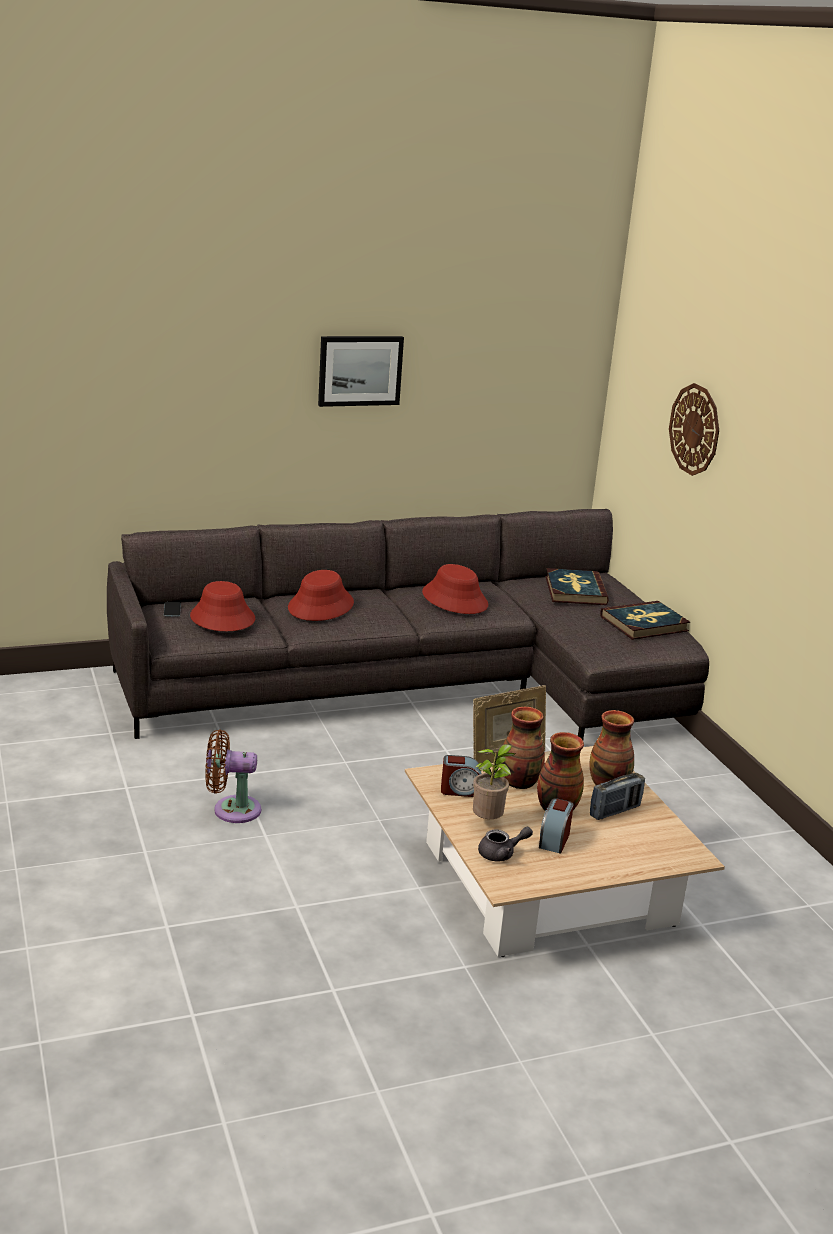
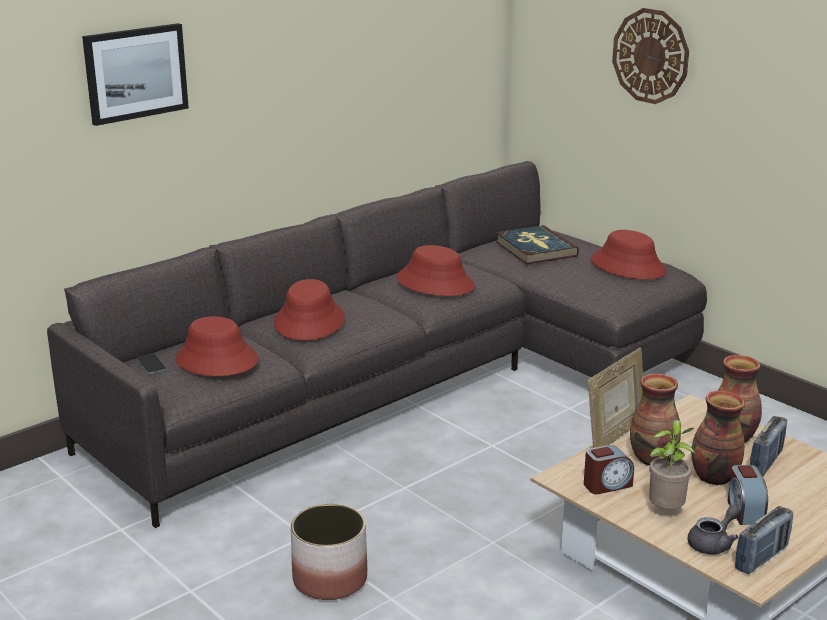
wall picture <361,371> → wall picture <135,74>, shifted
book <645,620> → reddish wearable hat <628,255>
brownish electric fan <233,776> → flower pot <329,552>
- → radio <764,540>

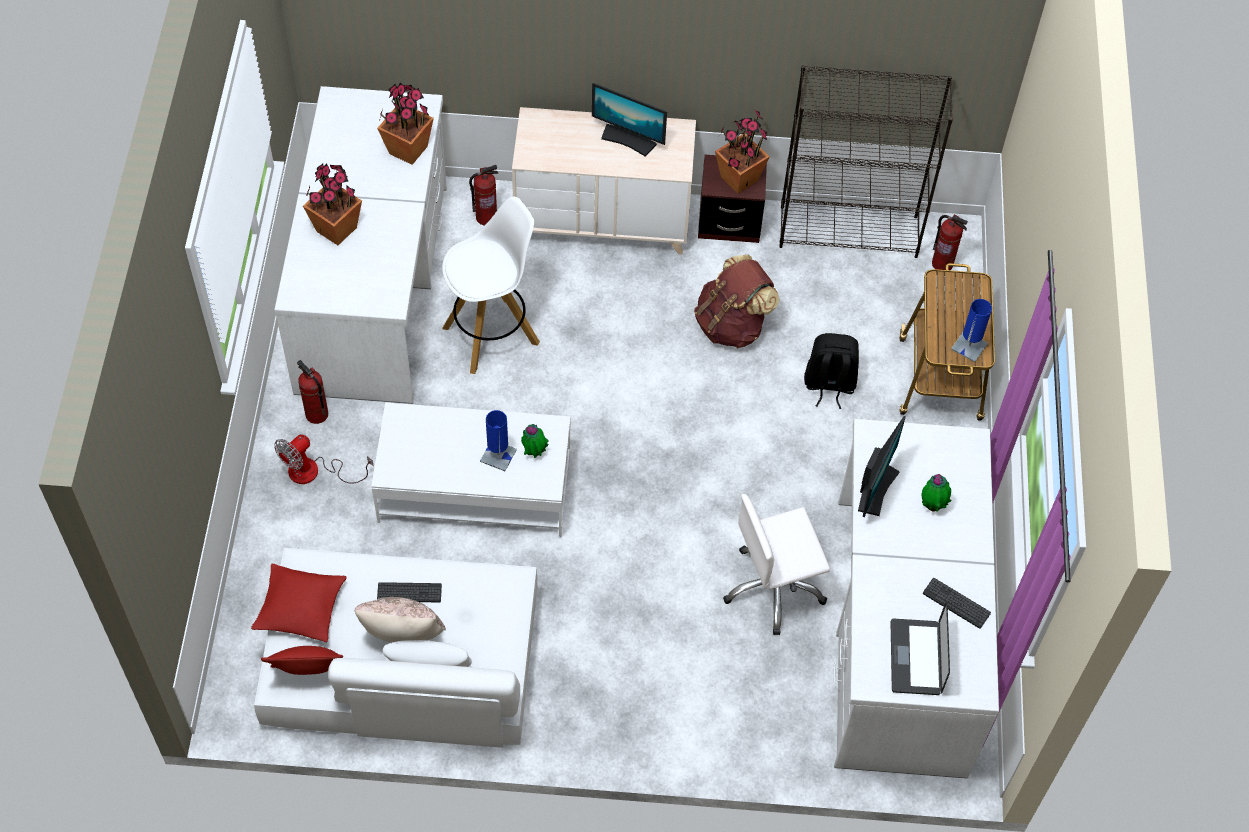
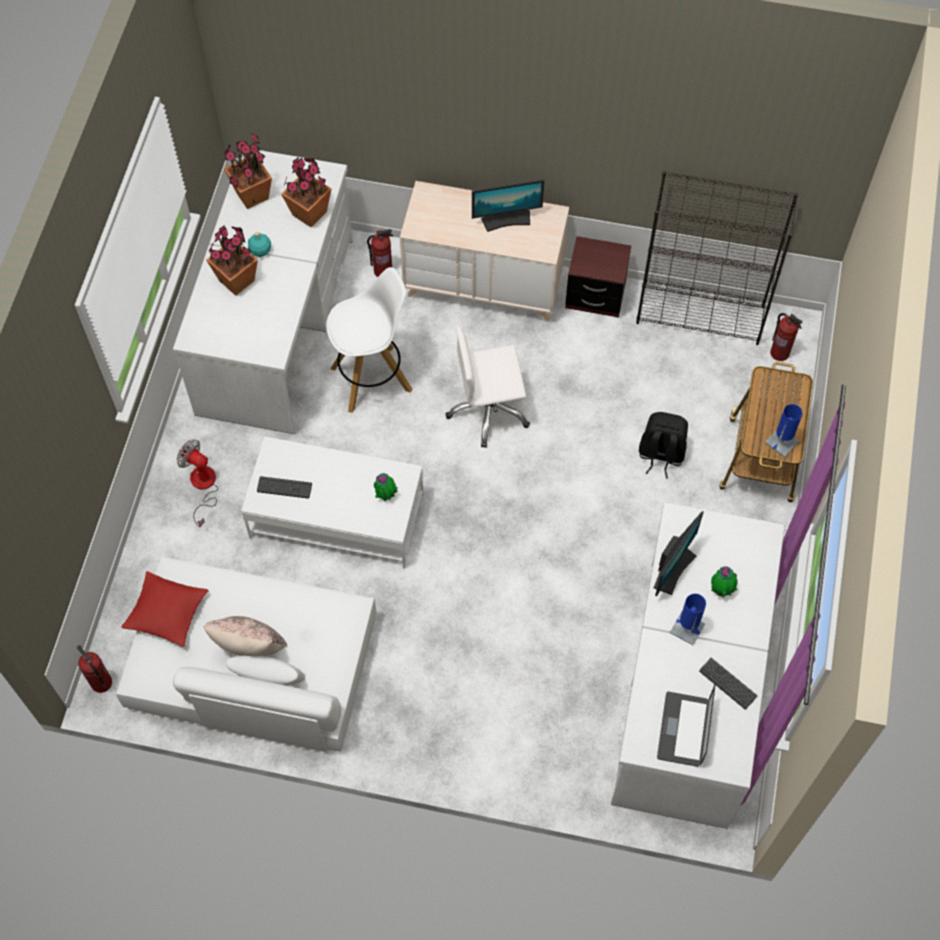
computer screen <629,120> → computer screen <508,206>, 45 degrees counterclockwise
plant in a pot <742,151> → plant in a pot <248,171>, shifted
brownish backpack <737,301> → -
fire extinguisher <312,392> → fire extinguisher <94,669>, shifted
blue-coloured table lamp <498,440> → blue-coloured table lamp <688,619>, shifted
electric fan <324,459> → electric fan <197,483>, 75 degrees clockwise
white-coloured office chair <776,564> → white-coloured office chair <488,387>, shifted
computer keyboard <409,592> → computer keyboard <284,487>, shifted
reddish cushion <302,660> → -
- → turquoise-coloured bottle <259,244>

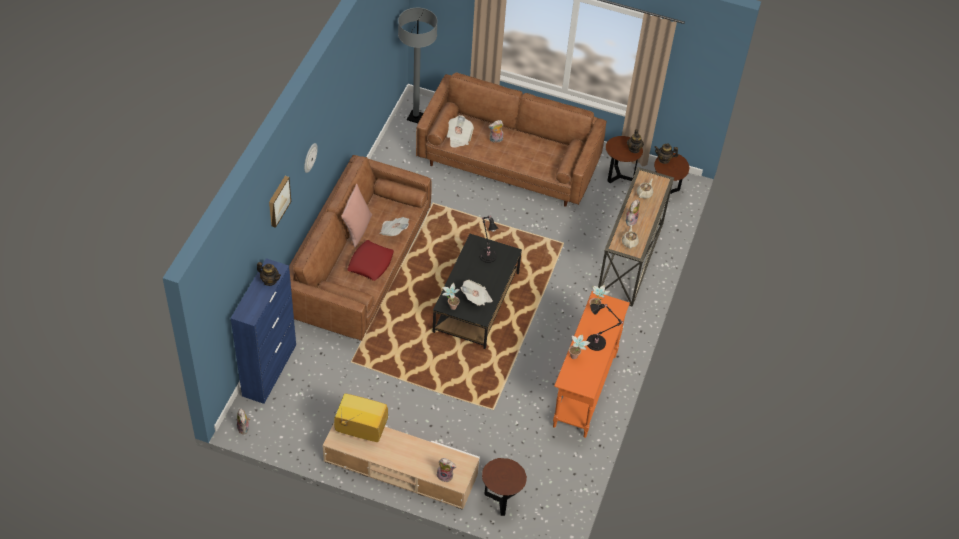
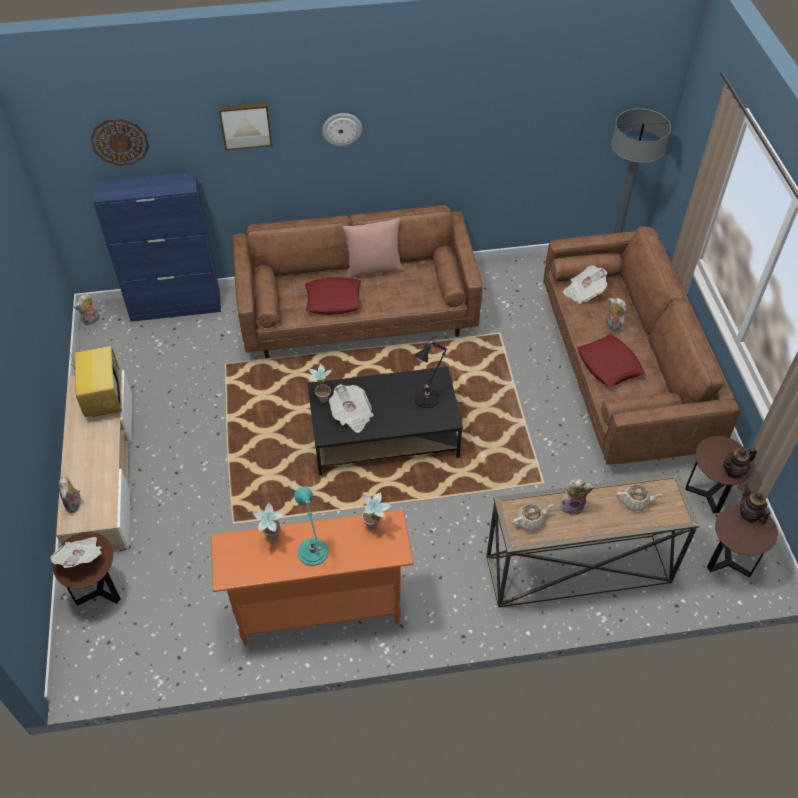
printed paper <394,226> → printed paper <76,552>, shifted
pot for tea <269,274> → -
black table lamp <605,327> → turquoise-coloured table lamp <311,526>
- → hanging clock <119,142>
- → reddish cushion <611,361>

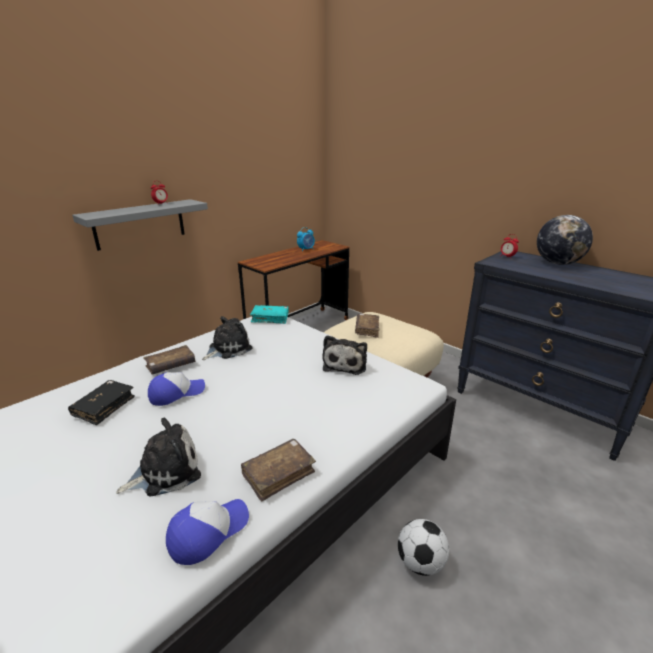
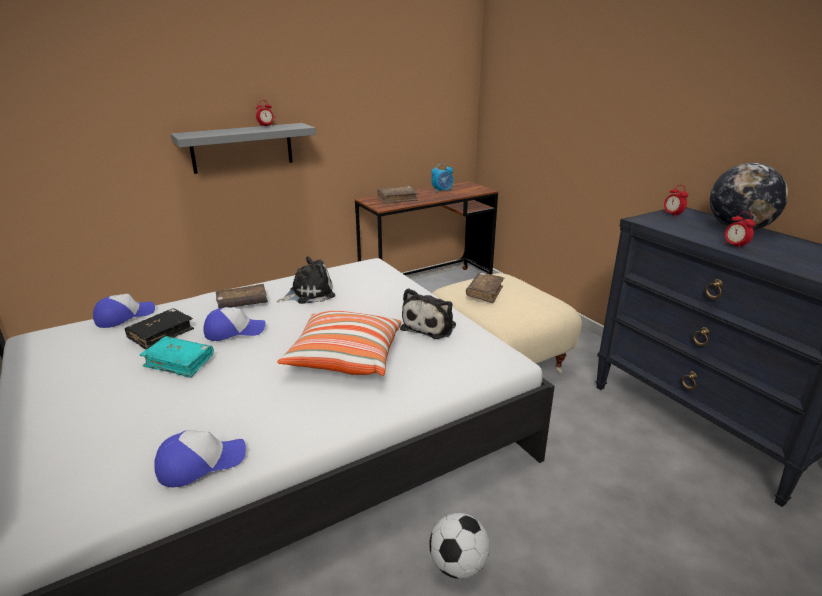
turquoise-coloured book <269,314> → turquoise-coloured book <177,357>, shifted
soft toy <158,457> → -
brownish book <278,470> → brownish book <398,195>, shifted
- → alarm clock <740,230>
- → baseball cap <124,311>
- → cushion <339,343>

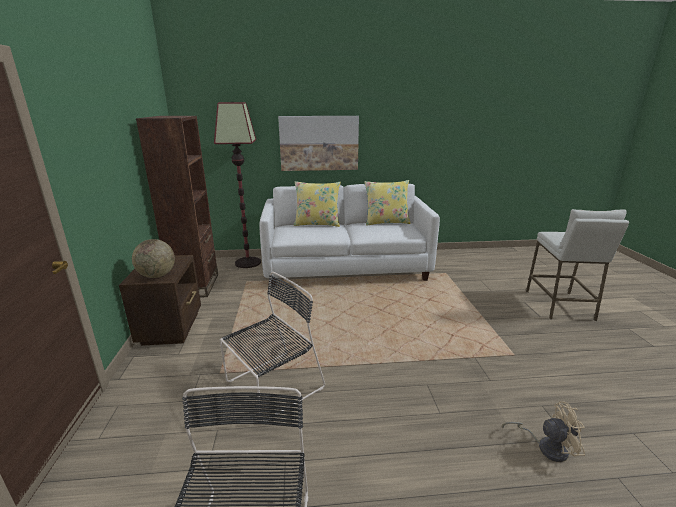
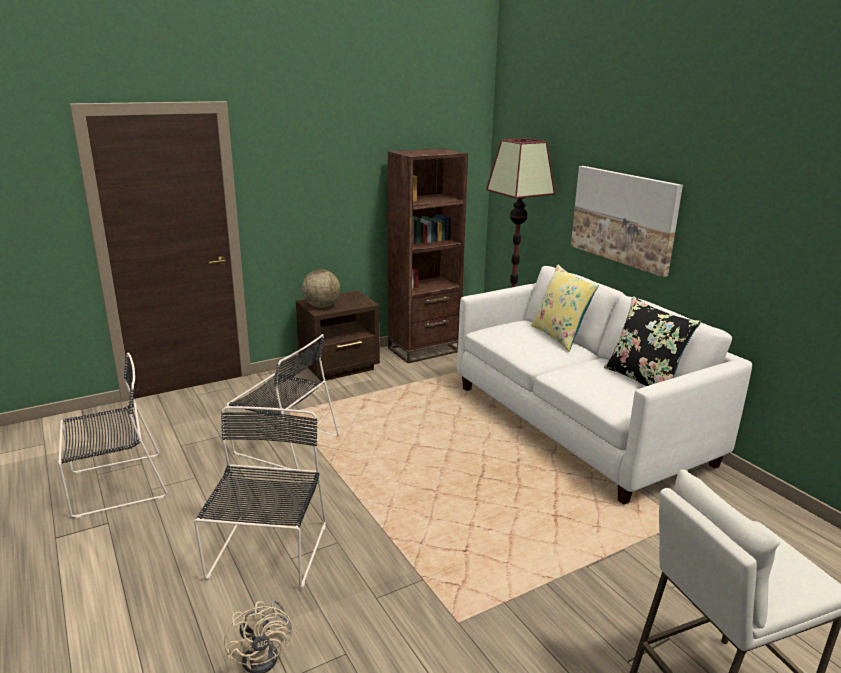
yellow-coloured cushion <387,203> → black cushion <652,341>
- → black upright chair <260,497>

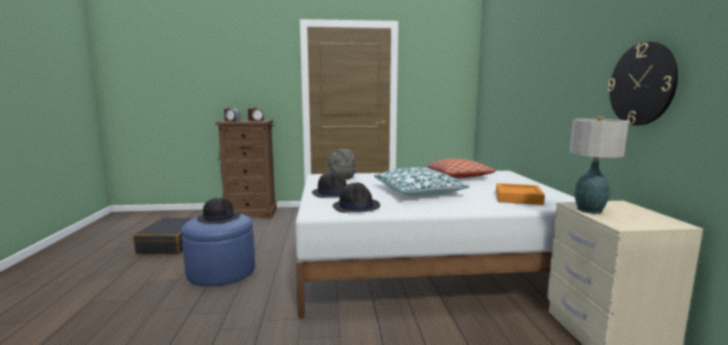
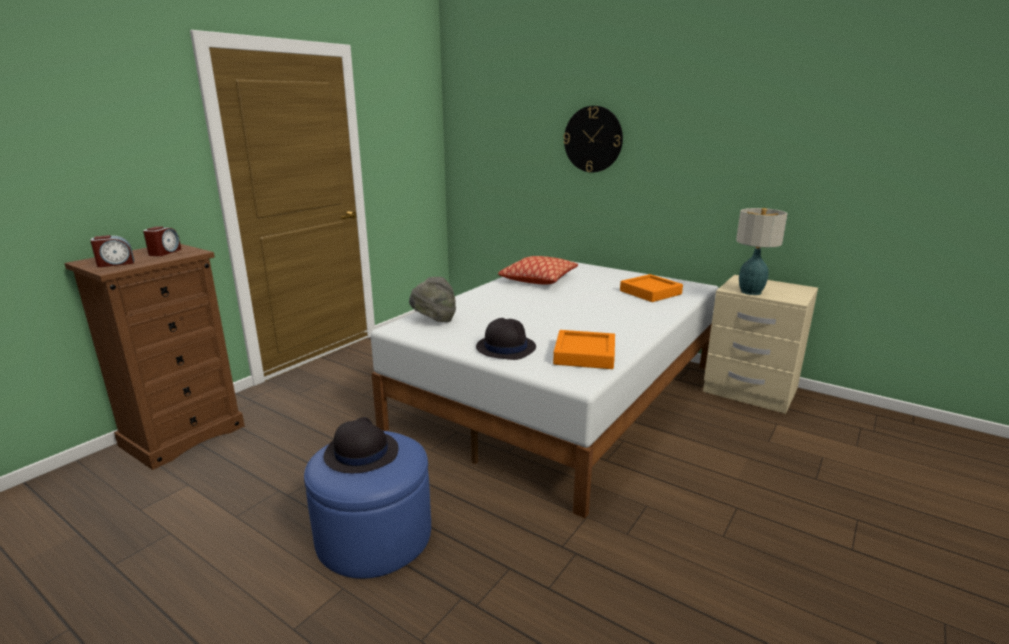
hanging clock <643,84> → hanging clock <593,139>, shifted
cushion <421,182> → -
black wearable hat <356,198> → orange-coloured tray <584,349>
black suitcase <163,236> → -

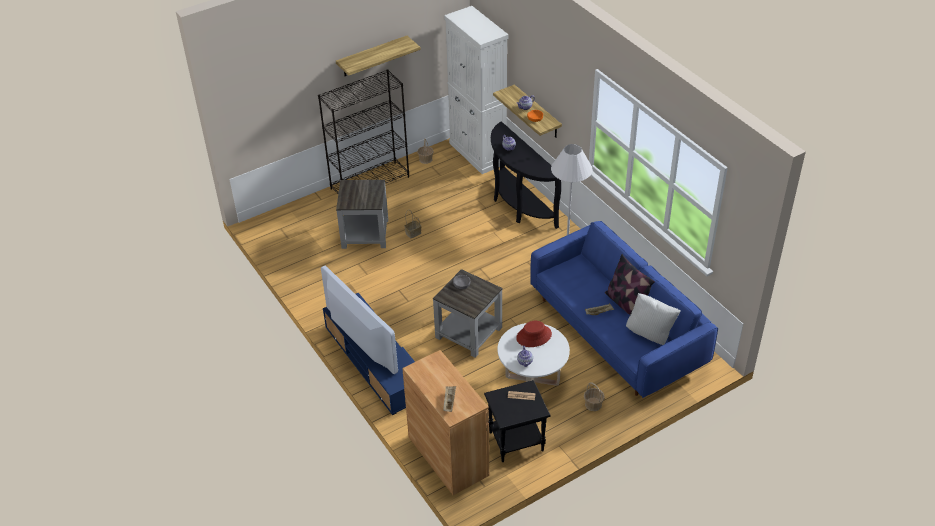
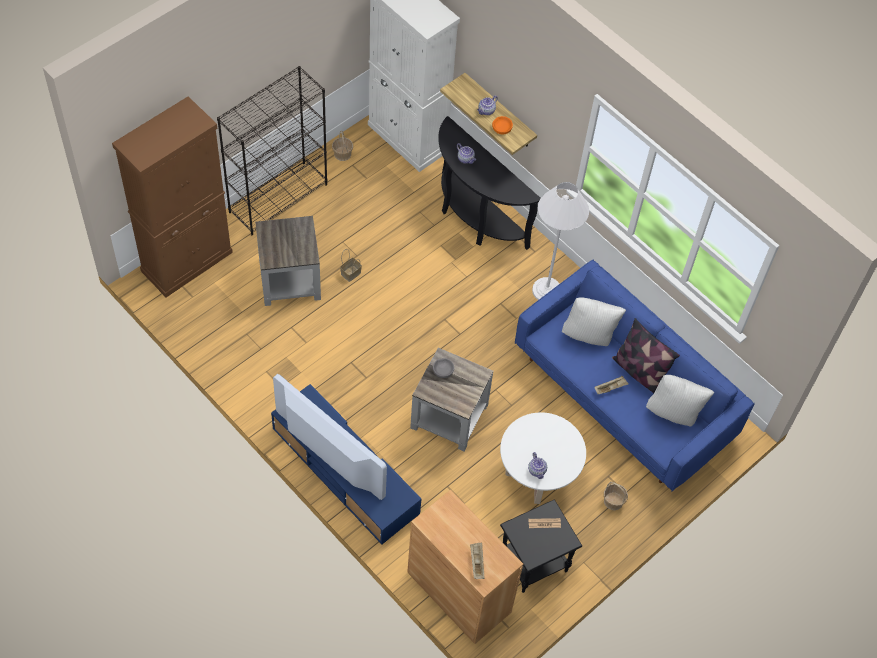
bracket shelf <378,56> → -
reddish wearable hat <534,334> → -
- → brownish storage cabinet <172,196>
- → white-coloured cushion <594,321>

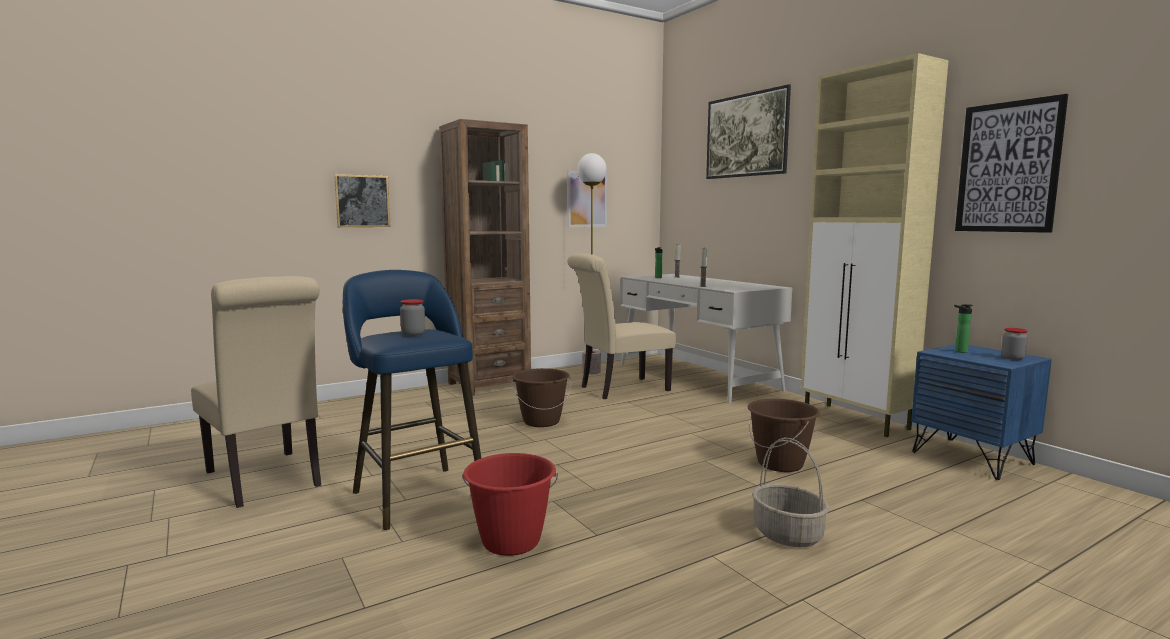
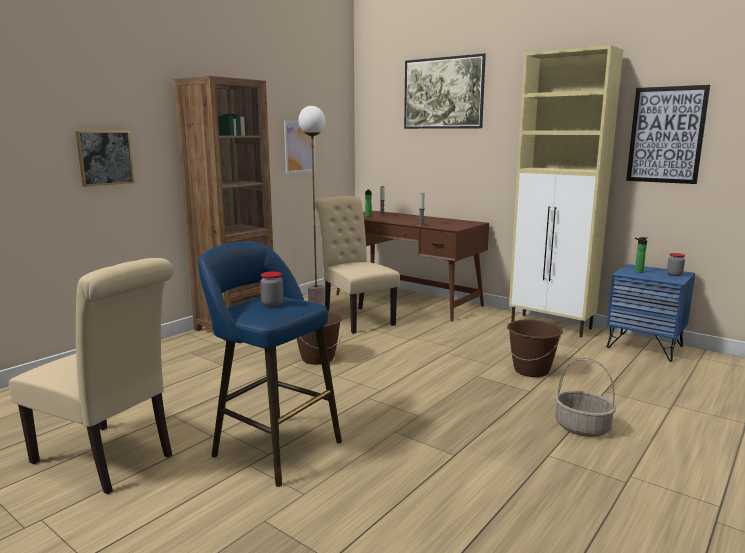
beige upright chair <621,326> → beige upright chair <357,265>, 105 degrees clockwise
white-coloured desk table <706,338> → brownish desk table <412,266>
reddish water bucket <510,504> → -

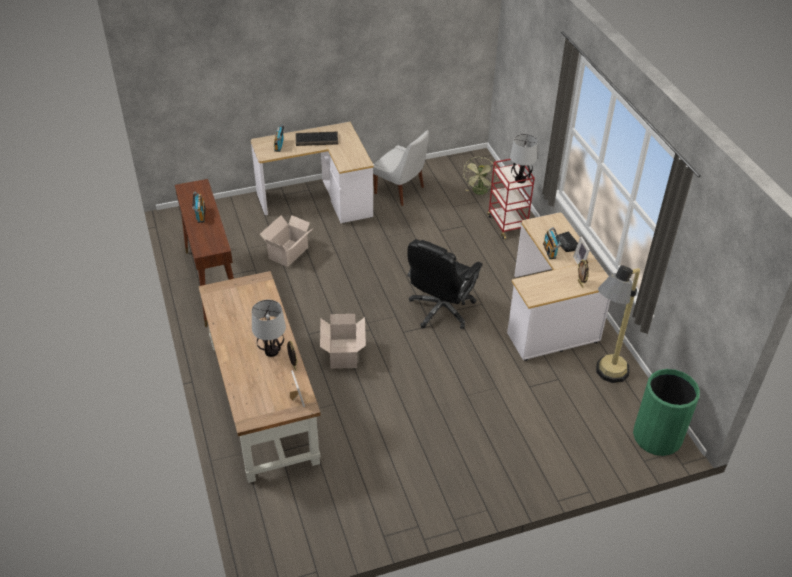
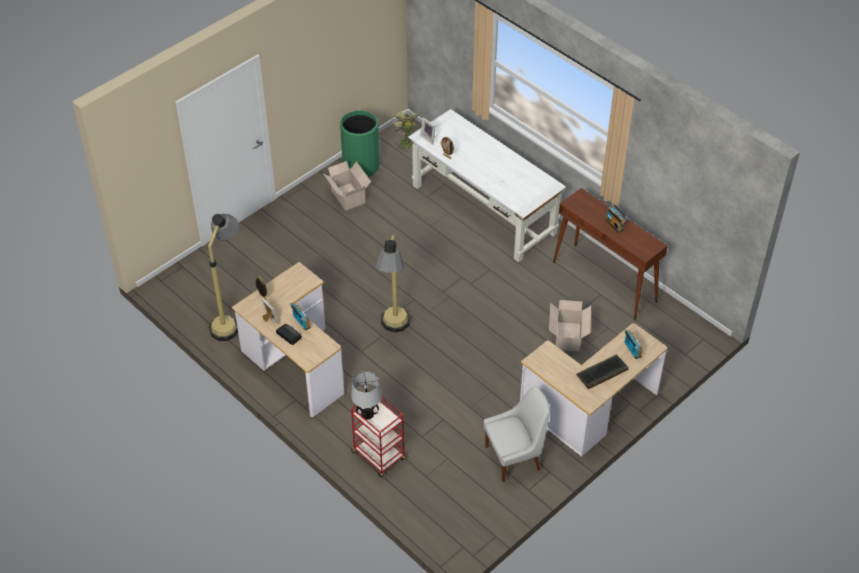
white-coloured upright chair <401,168> → white-coloured upright chair <517,433>, 150 degrees clockwise
green-coloured electric fan <480,176> → green-coloured electric fan <406,129>, shifted
black office chair <445,284> → floor lamp <392,283>
brownish desk table <259,377> → white-coloured desk table <487,185>
table lamp <269,328> → -
packing box <343,341> → packing box <347,186>, shifted
green-coloured trash can <666,412> → green-coloured trash can <360,144>, shifted

